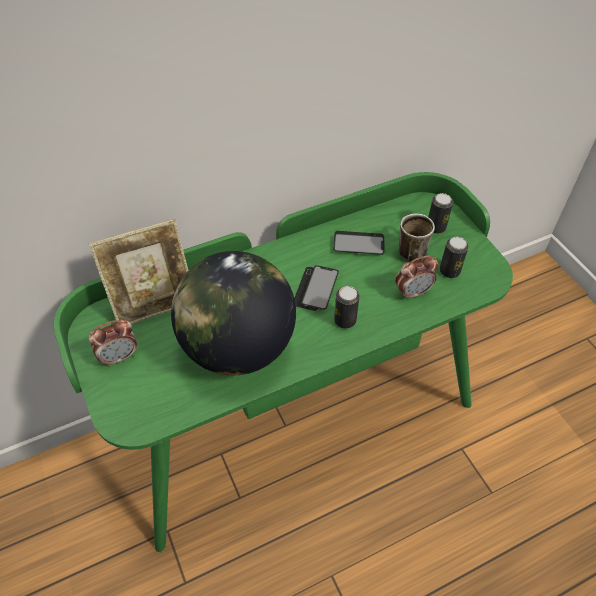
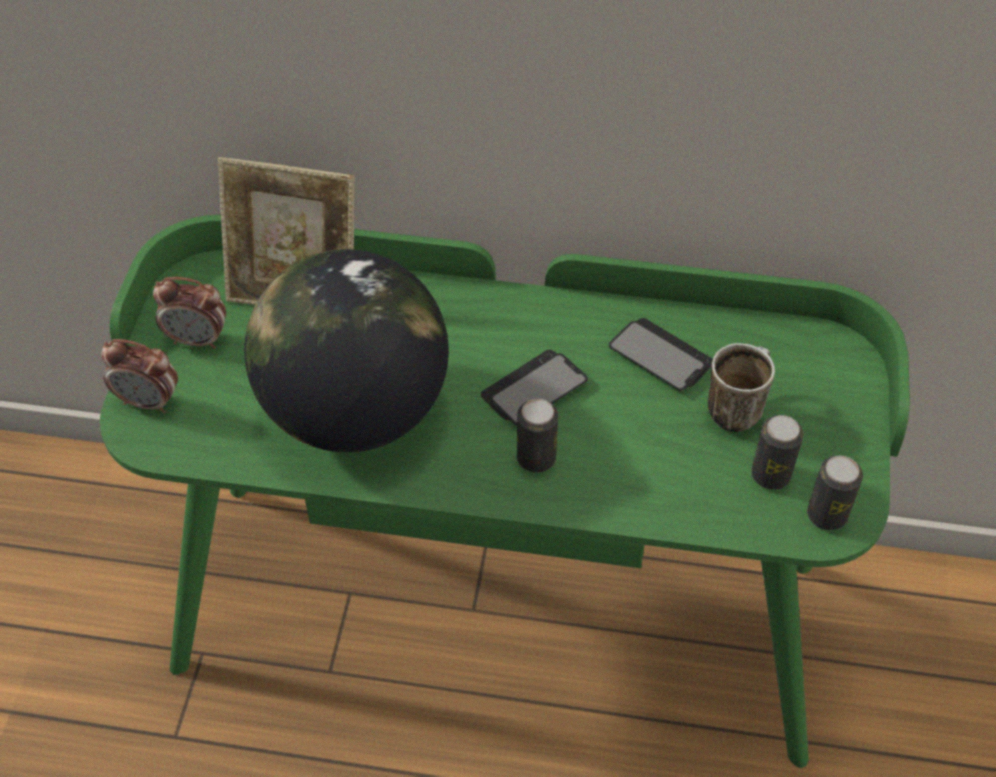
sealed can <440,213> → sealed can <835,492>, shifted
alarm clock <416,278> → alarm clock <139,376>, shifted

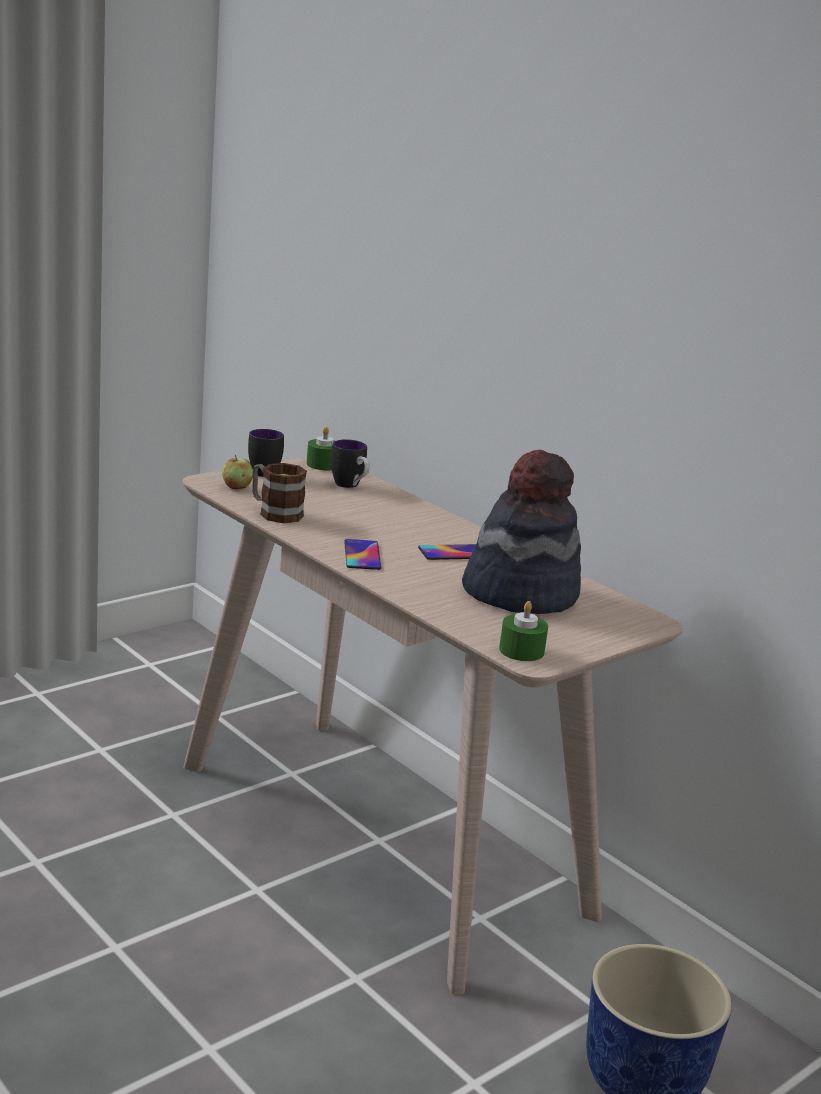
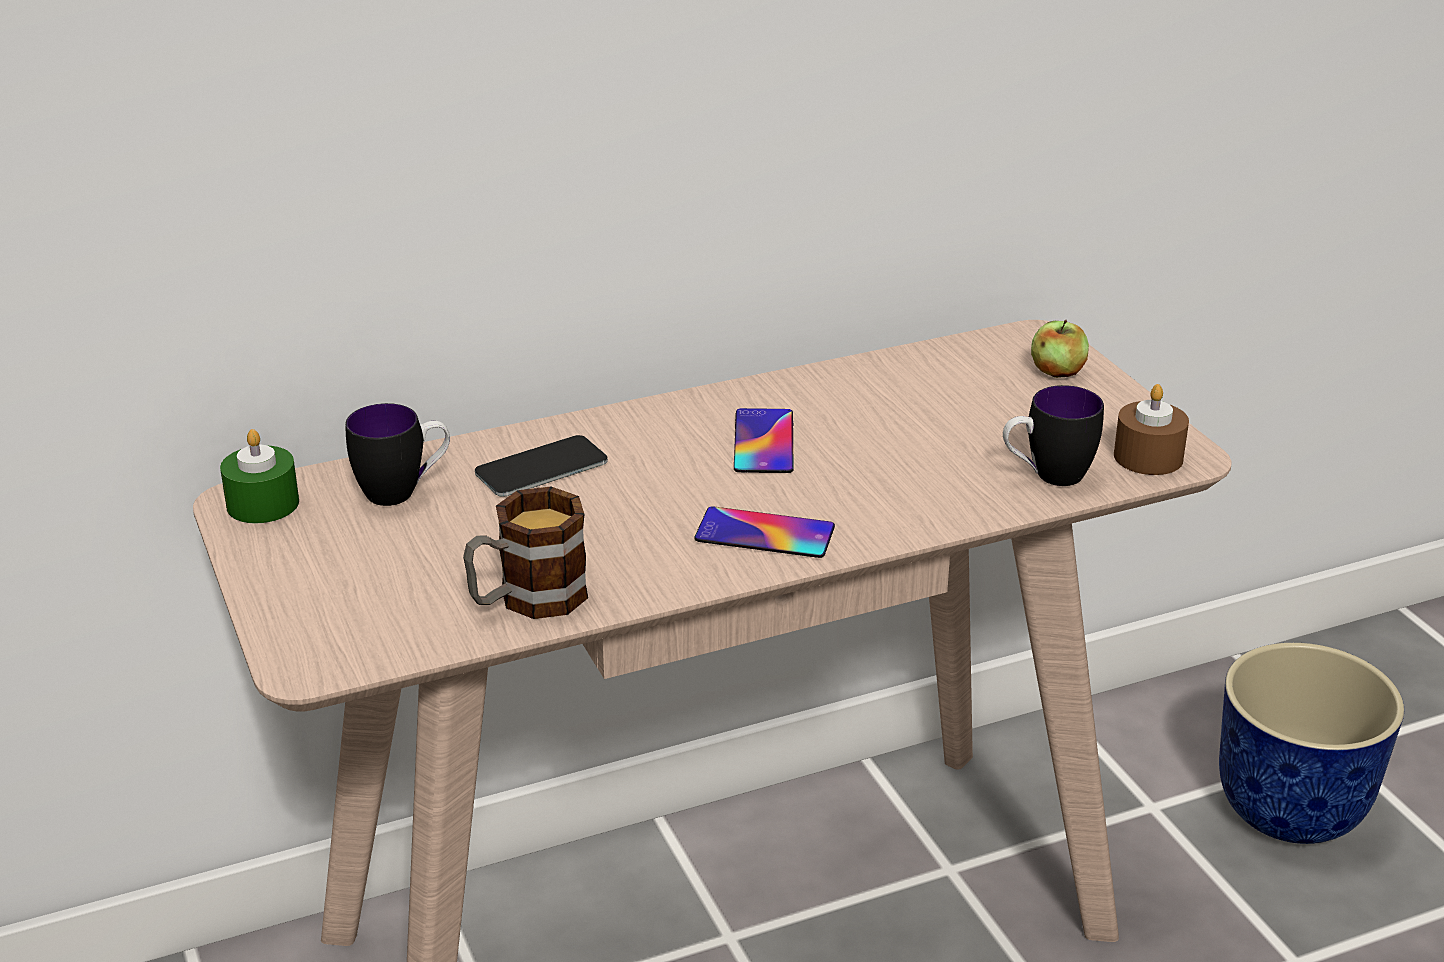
tea mug <266,453> → tea mug <1053,435>, shifted
wearable hat <521,532> → -
apple fruit <237,472> → apple fruit <1060,349>, shifted
green-coloured candle <523,631> → brownish candle <1151,429>
- → handset <541,466>

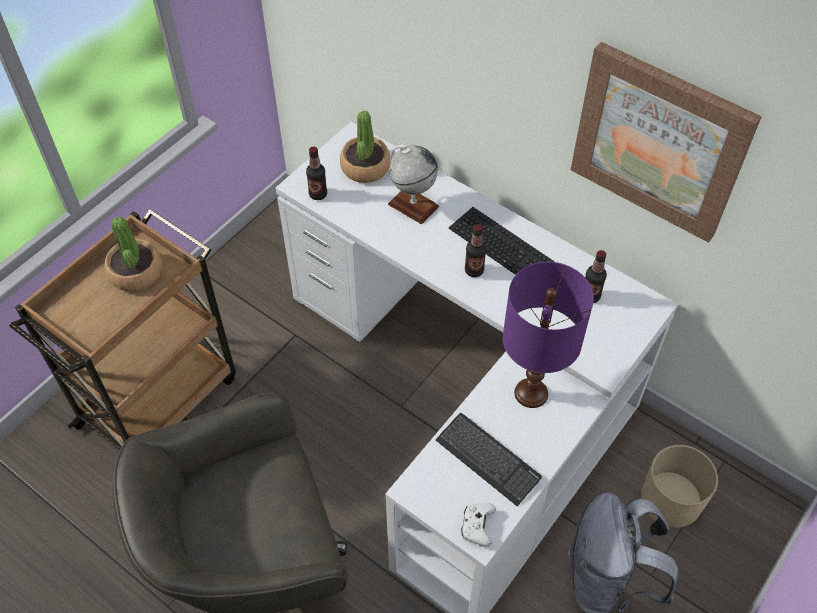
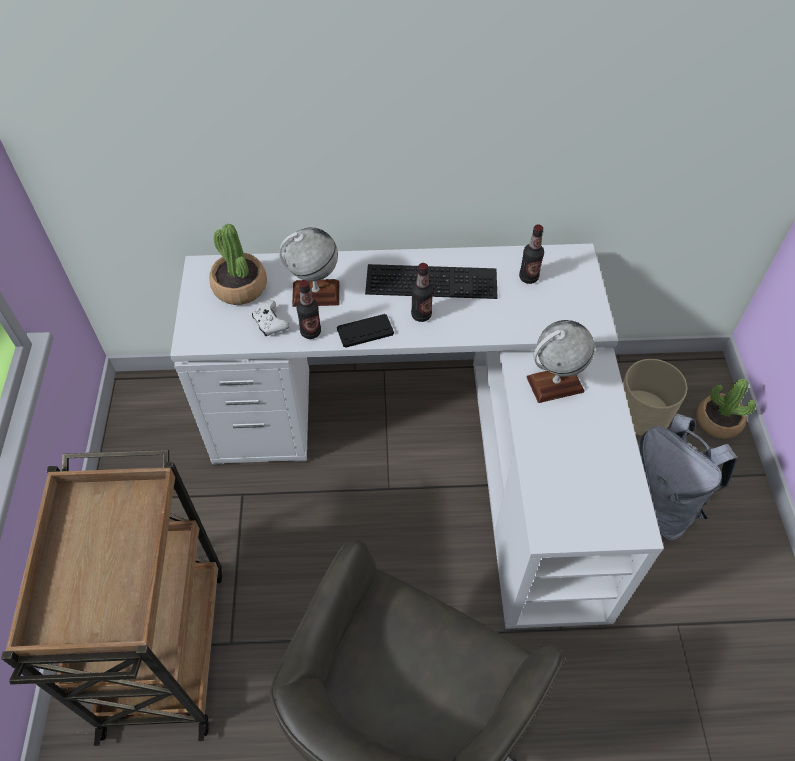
wall picture <666,142> → -
bottle <316,173> → bottle <309,309>, shifted
plant in a pot <133,254> → plant in a pot <726,409>, shifted
purple table lamp <548,335> → desk globe <560,361>
computer keyboard <489,459> → -
white-coloured joypad <478,525> → white-coloured joypad <270,318>, shifted
- → black joypad <365,331>

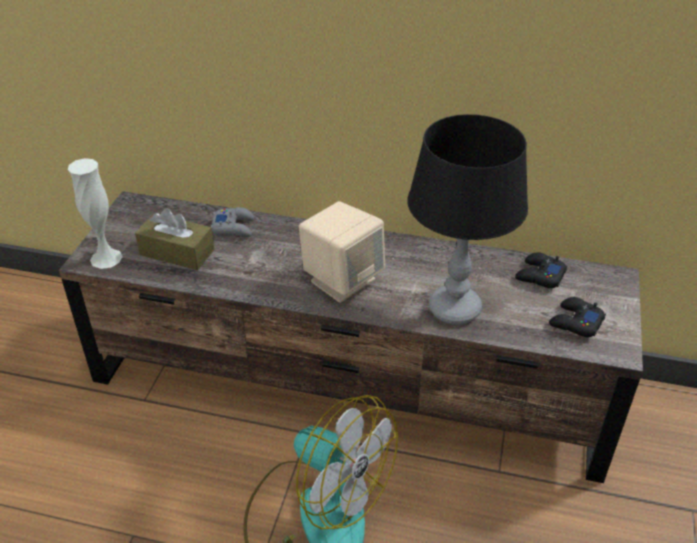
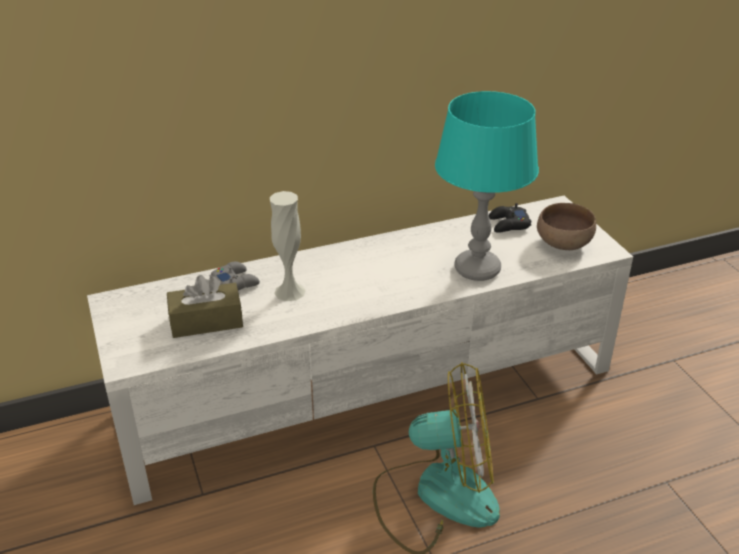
black table lamp <467,219> → turquoise-coloured table lamp <487,186>
white-coloured vase <95,213> → white-coloured vase <288,246>, shifted
brownish tv unit <351,337> → white-coloured tv unit <360,350>
beige loudspeaker <342,252> → -
black joypad <577,317> → brownish bowl <566,226>

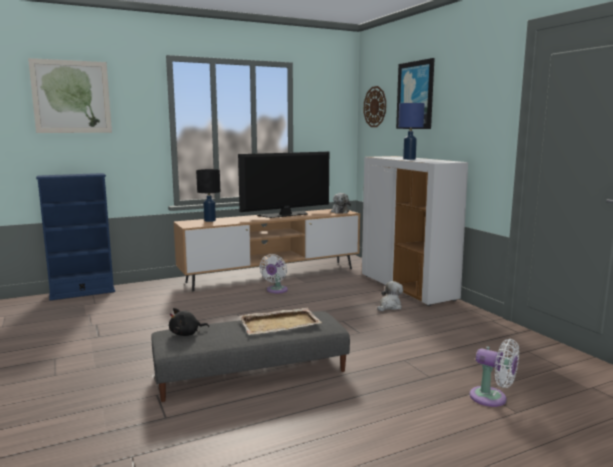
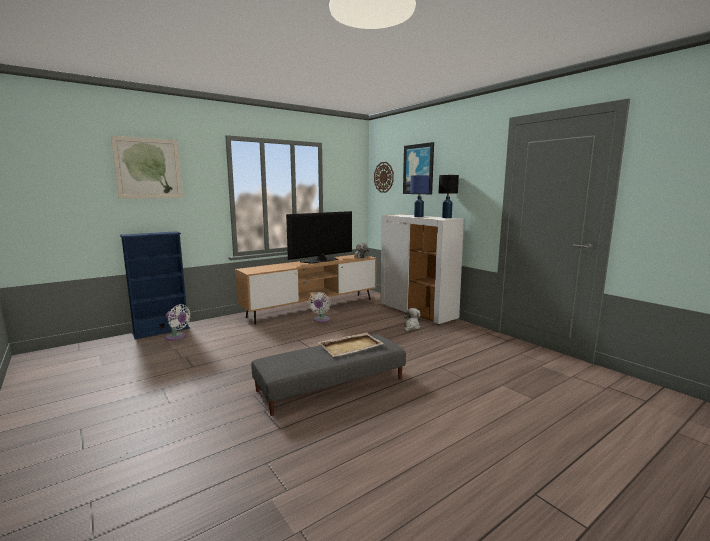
black table lamp <208,195> → black table lamp <449,196>, shifted
black soft toy <189,322> → -
white-coloured electric fan <494,373> → white-coloured electric fan <178,322>, shifted

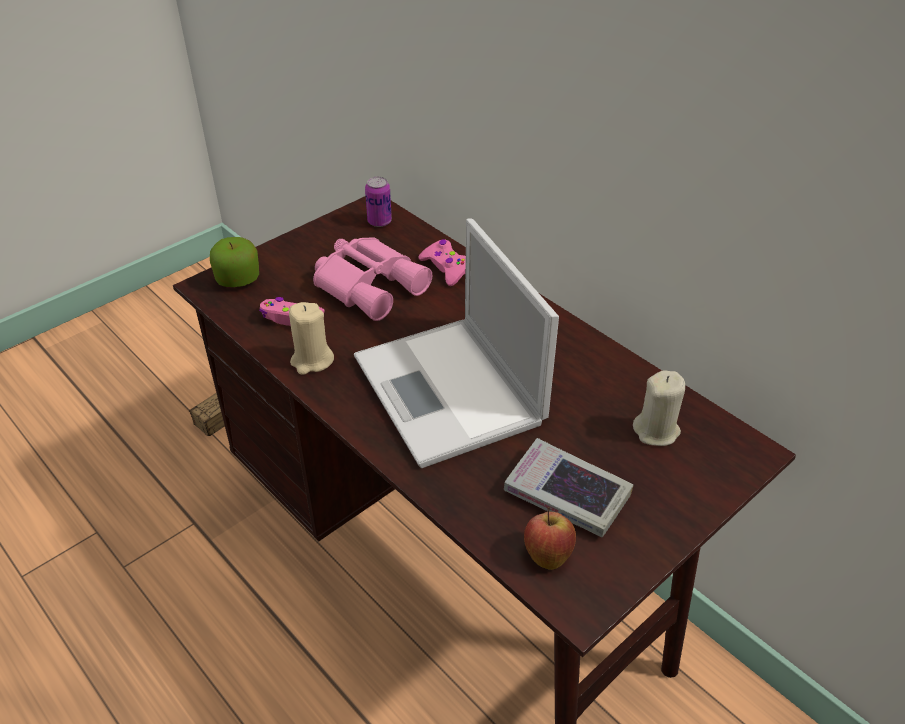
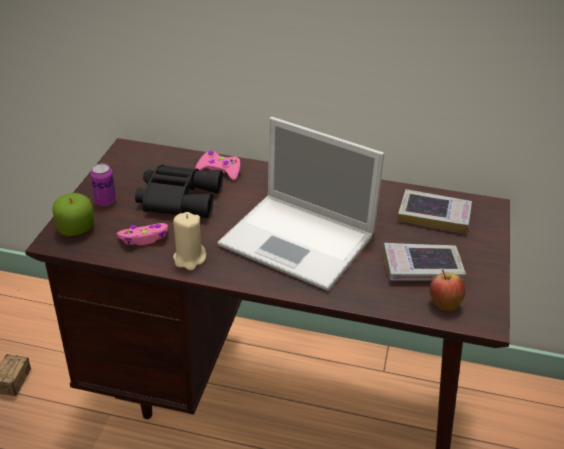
sealed can <378,202> → sealed can <103,184>, shifted
pink pair of binoculars <372,279> → black pair of binoculars <179,191>
beige candle <659,408> → book <434,211>

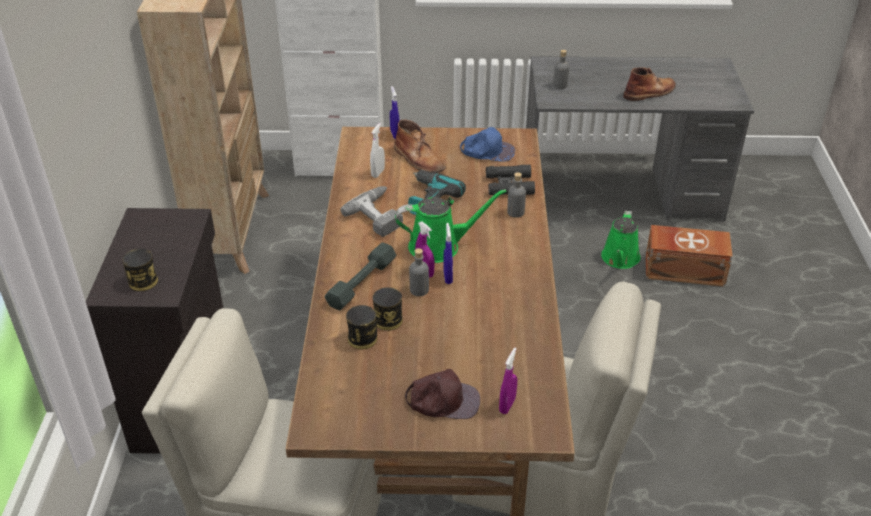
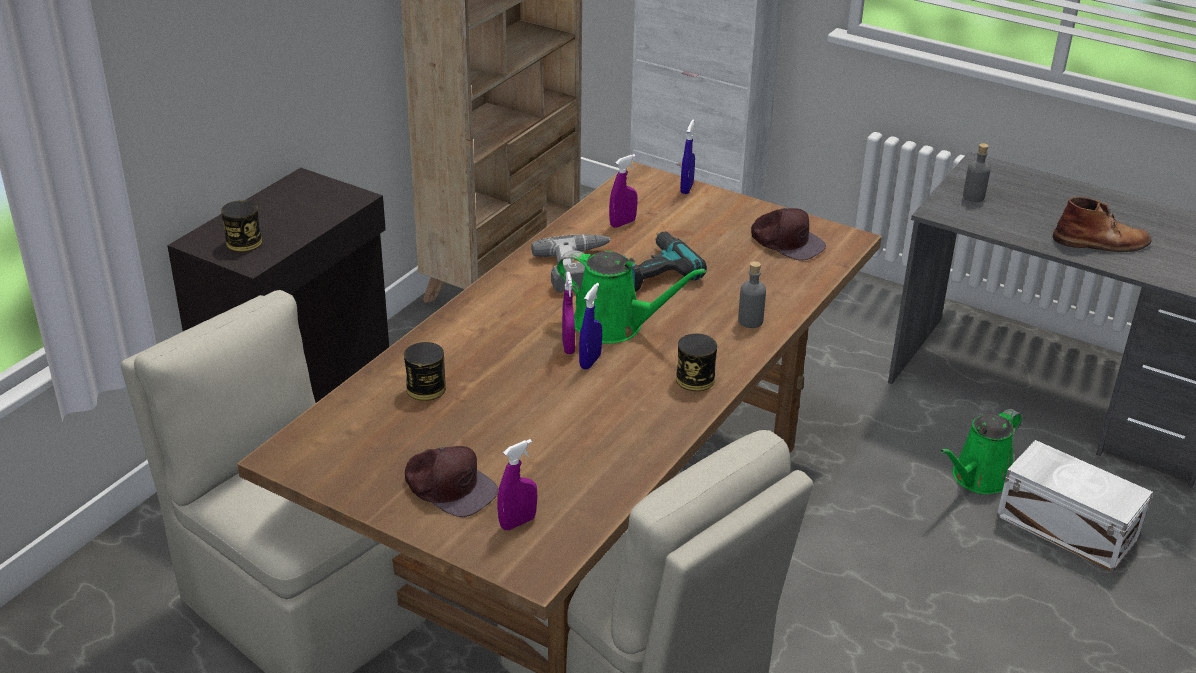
brownish boot <420,146> → -
white-coloured spray bottle <377,150> → purple spray bottle <623,191>
blue-coloured baseball cap <487,144> → brownish baseball cap <788,234>
black pair of binoculars <510,180> → -
brownish storage container <689,256> → white-coloured storage container <1075,506>
gray free weight <360,276> → -
gray bottle <419,272> → -
sealed can <388,309> → sealed can <696,362>, shifted

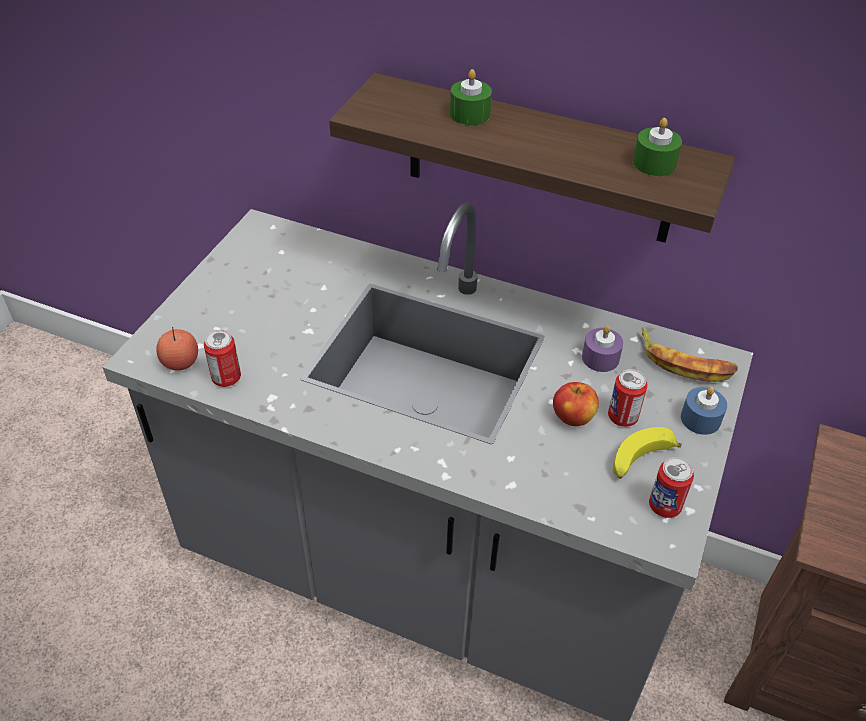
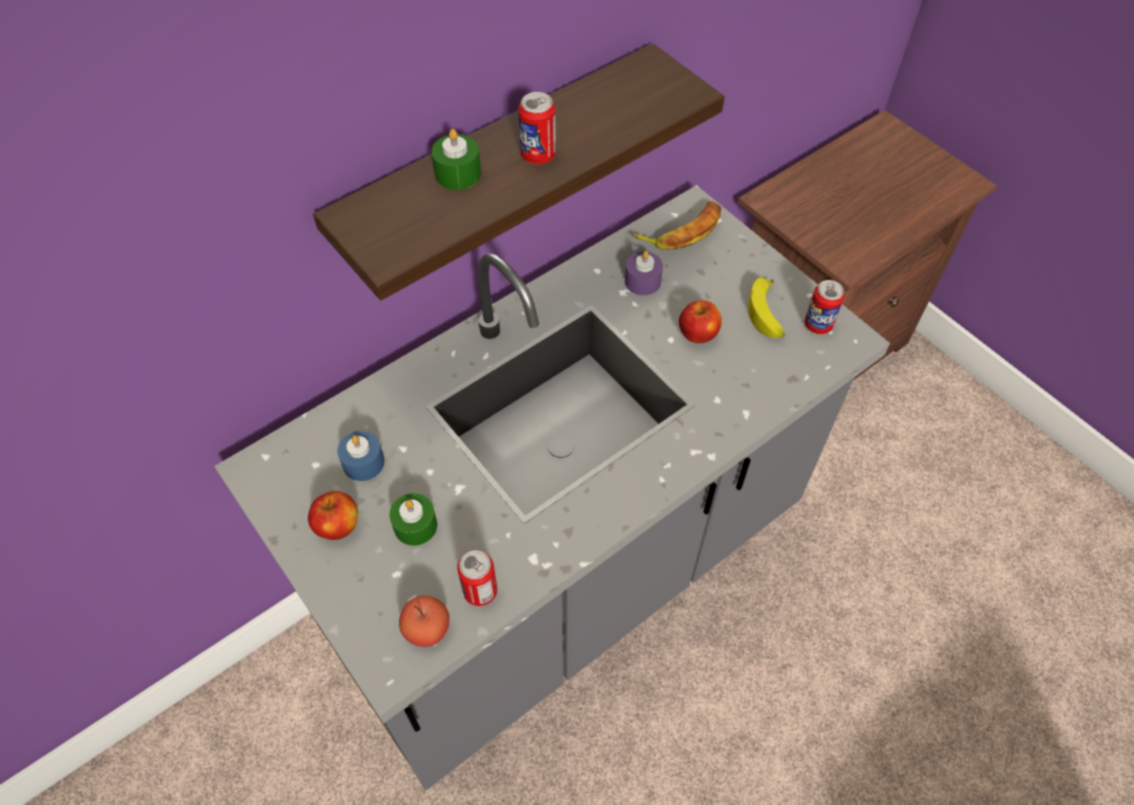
green-coloured candle <657,147> → green-coloured candle <413,519>, shifted
sealed can <628,398> → sealed can <537,128>, shifted
blue-coloured candle <704,411> → blue-coloured candle <361,456>, shifted
- → apple fruit <333,515>

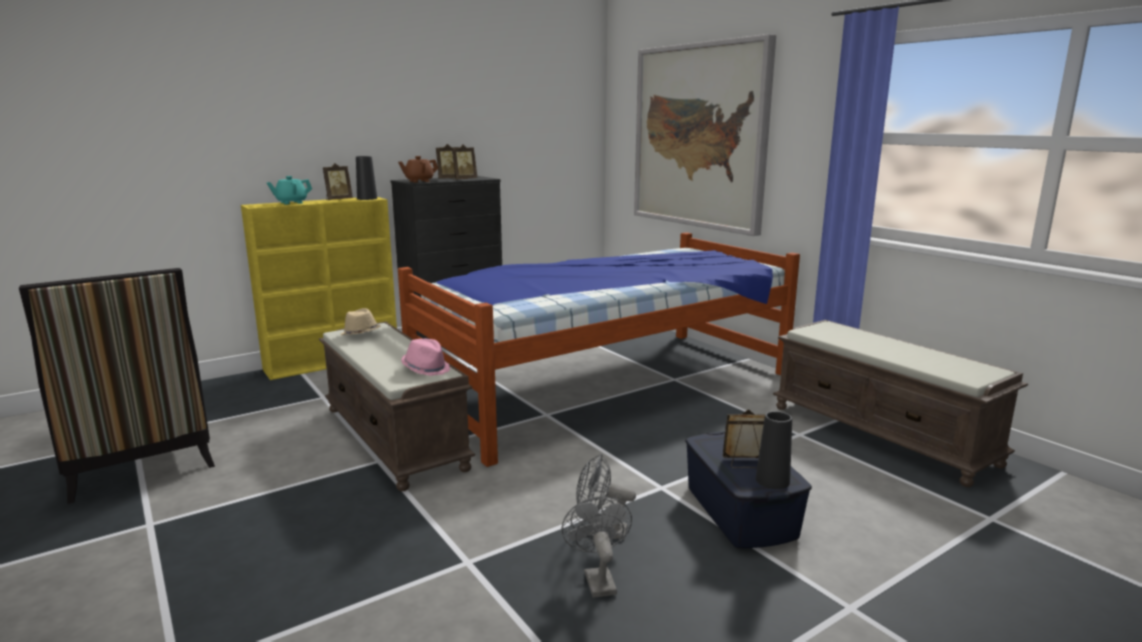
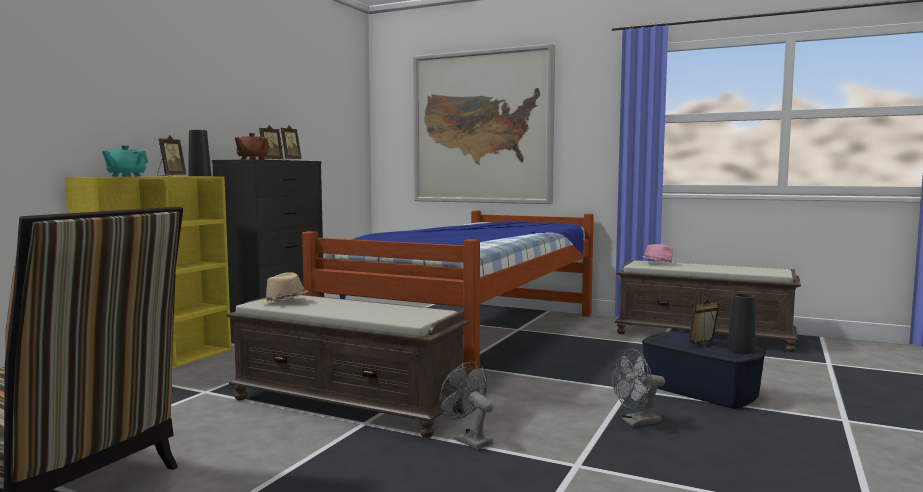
pink wearable hat <425,357> → pink wearable hat <658,254>, shifted
gray electric fan <596,547> → gray electric fan <466,406>, shifted

